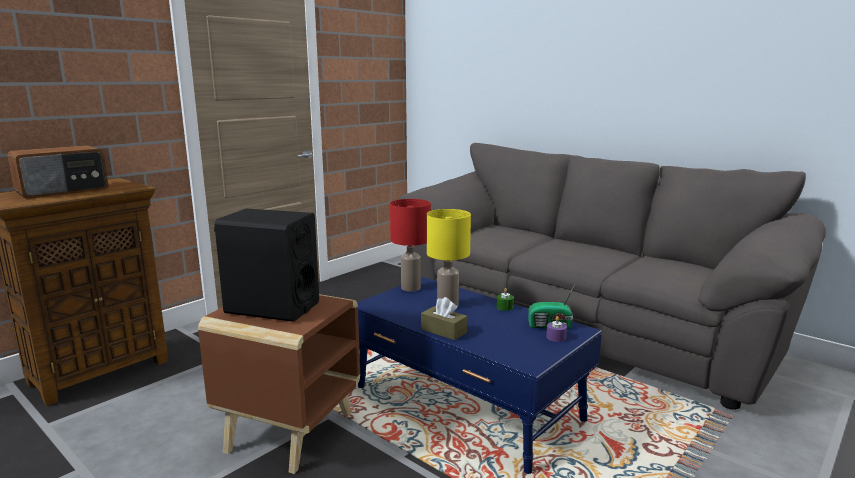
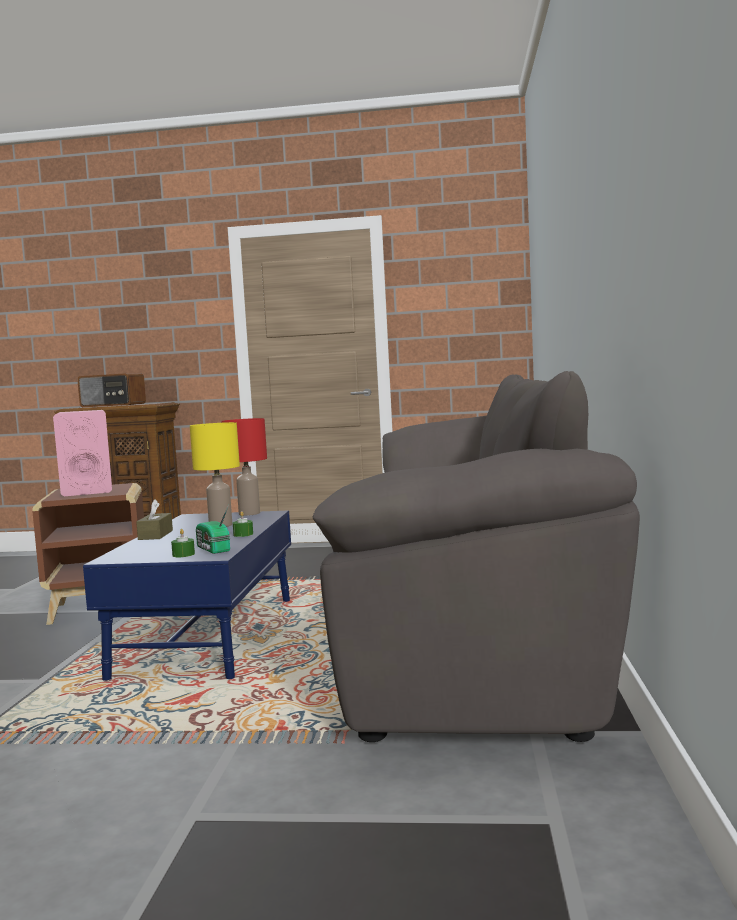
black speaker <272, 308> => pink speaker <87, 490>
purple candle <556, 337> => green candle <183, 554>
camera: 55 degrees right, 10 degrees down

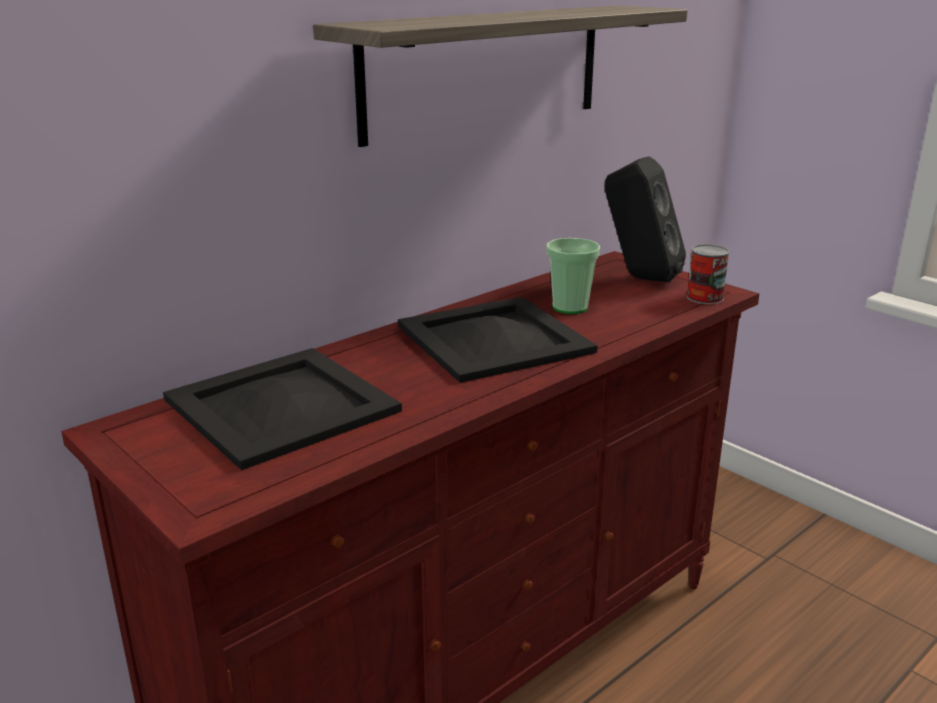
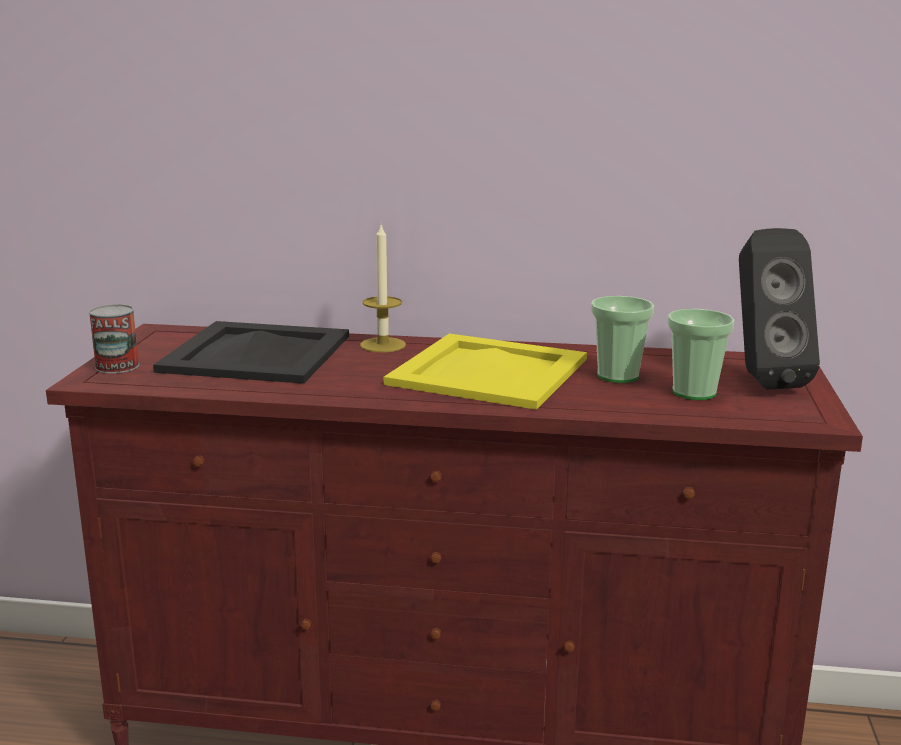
shelf <486, 70> => nothing
nothing => candle <383, 345>
nothing => cup <694, 392>
can <704, 297> => can <117, 366>, moved
black tray <493, 339> => yellow tray <486, 372>
camera: 50 degrees right, 5 degrees down

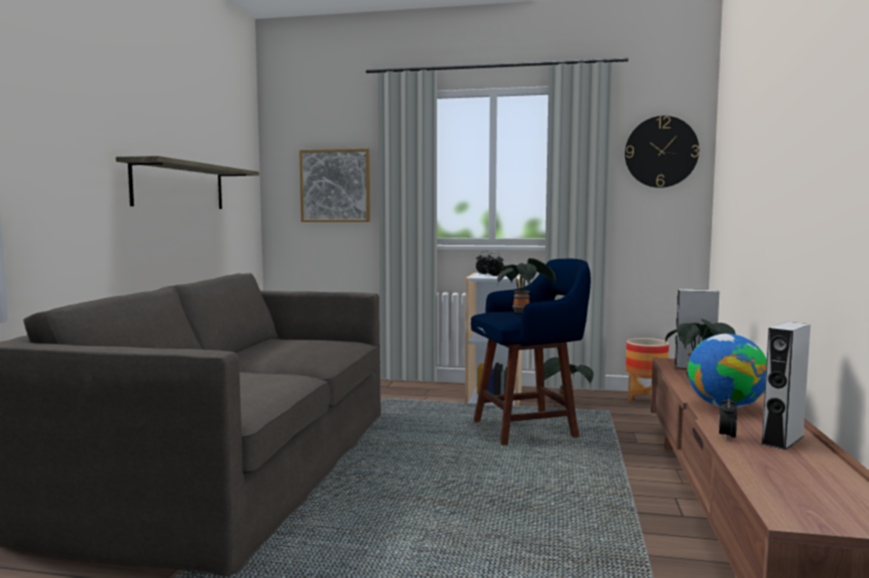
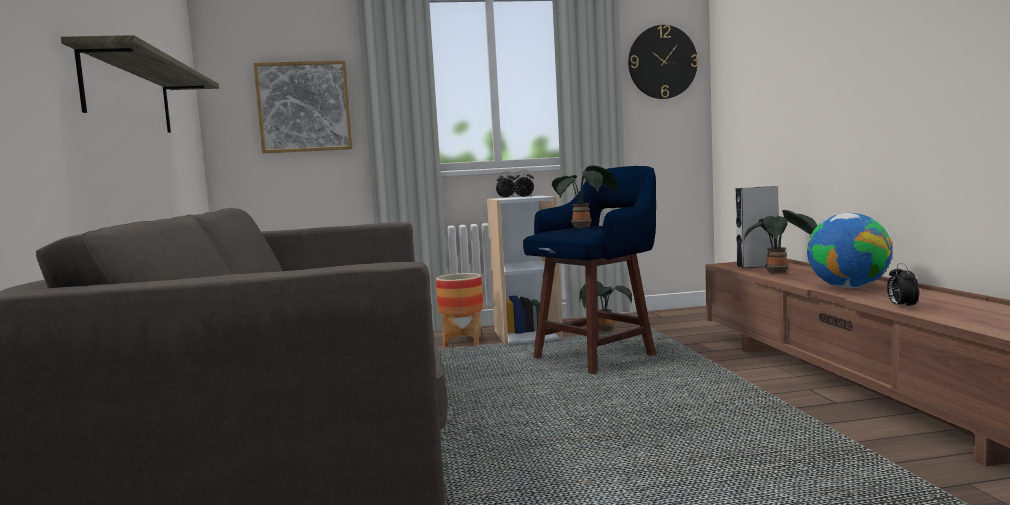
grey speaker <782, 440> => nothing
planter <645, 399> => planter <462, 341>, moved
camera: 20 degrees left, 0 degrees up

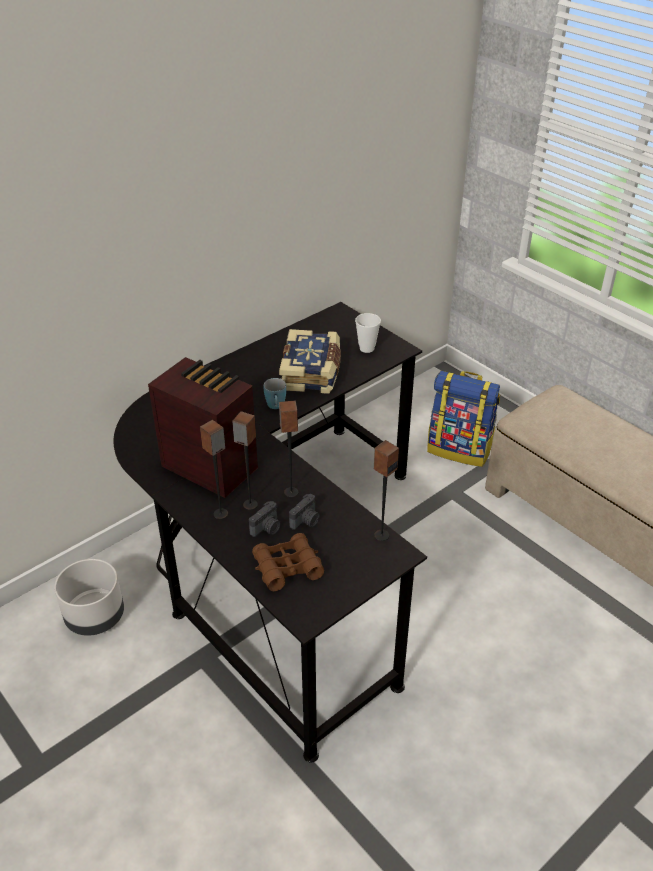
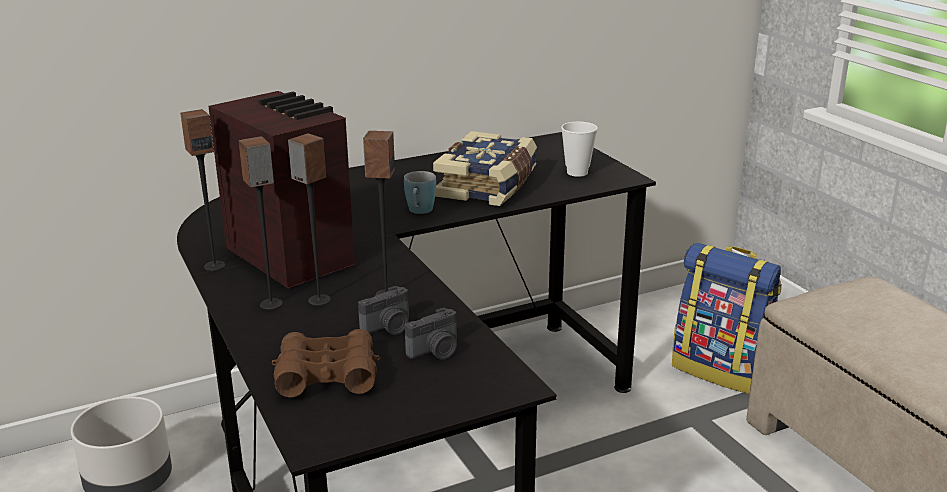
photo camera <267, 528> => photo camera <436, 351>, moved
speaker <381, 535> => speaker <214, 266>, moved
camera: 15 degrees right, 15 degrees down

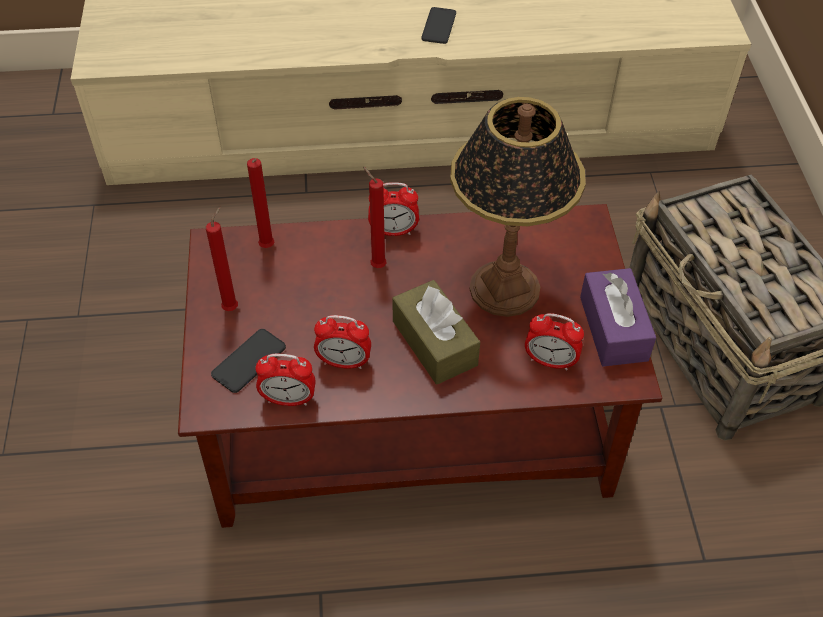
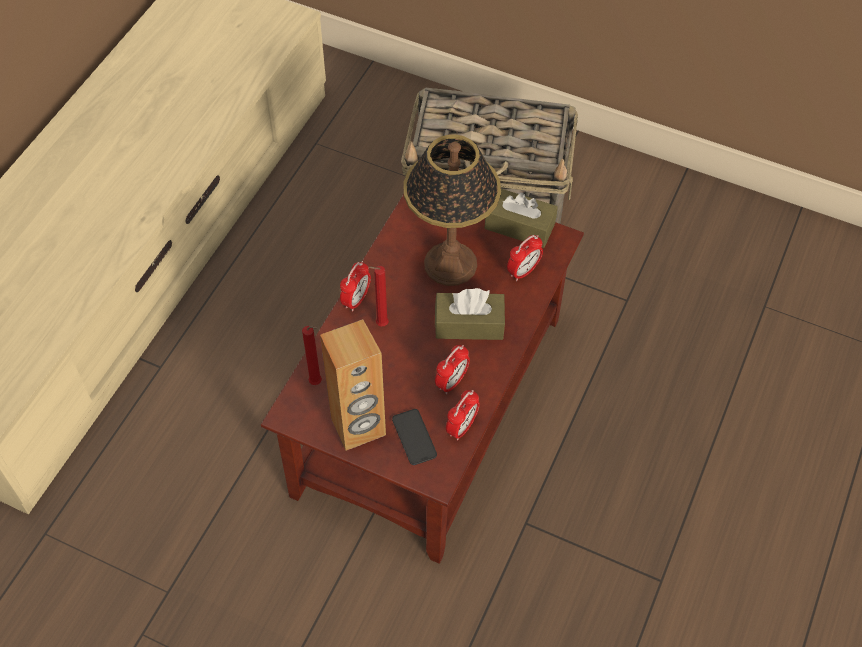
phone <438, 26> => nothing
red candle <232, 307> => brown speaker <358, 427>
purple tissue box <613, 328> => brown tissue box <519, 226>
camera: 60 degrees left, 5 degrees up

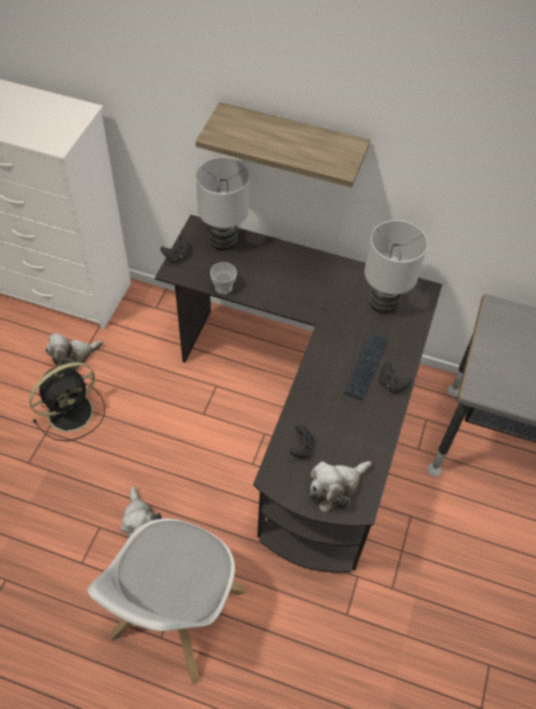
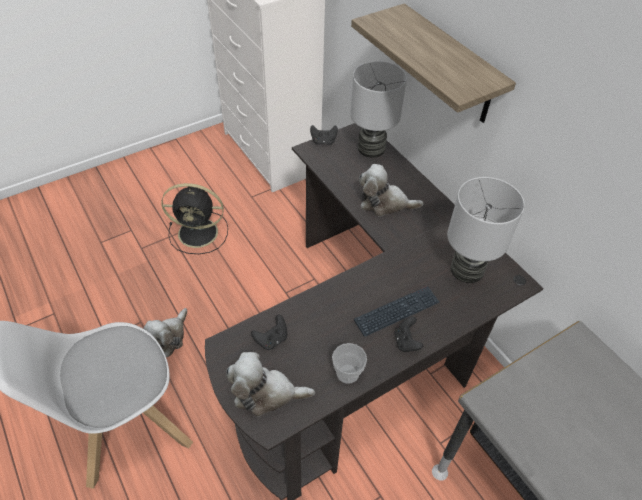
plush toy <73, 357> => plush toy <384, 203>, moved
cup <223, 287> => cup <347, 373>, moved
camera: 40 degrees right, 5 degrees down

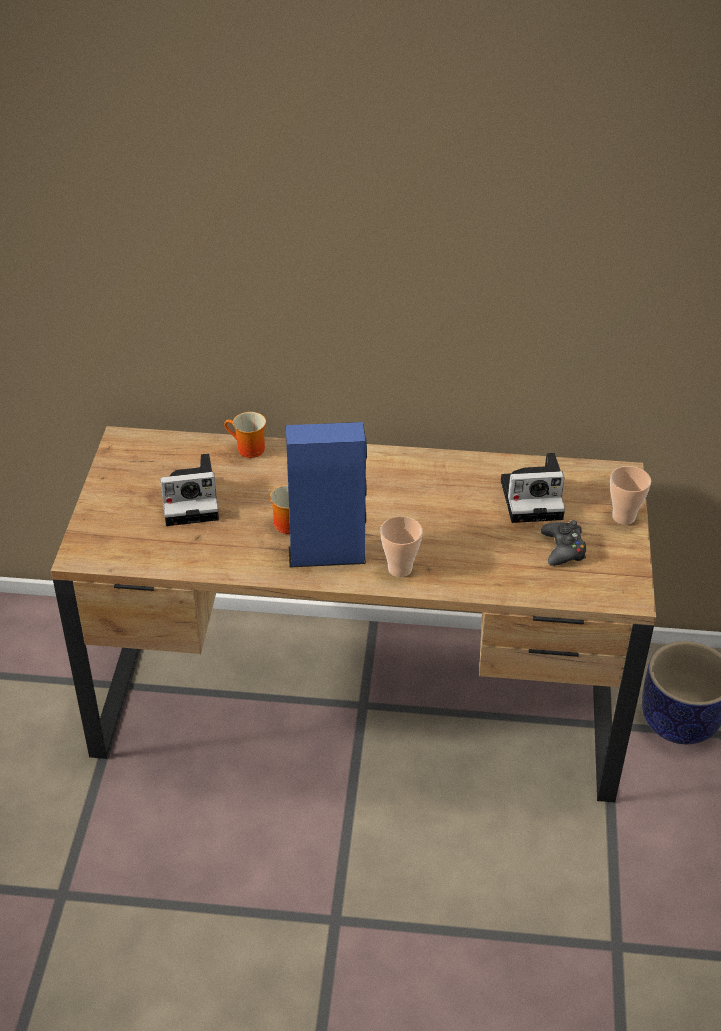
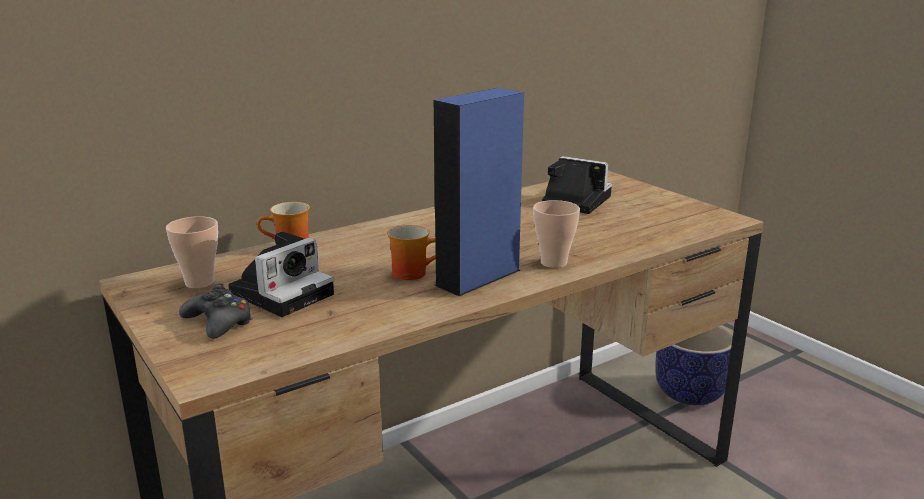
black game controller <563, 549> => black game controller <218, 322>, moved
cup <623, 517> => cup <199, 283>, moved
photo camera <534, 499> => photo camera <573, 201>, 105 degrees counterclockwise
camera: 40 degrees left, 20 degrees down

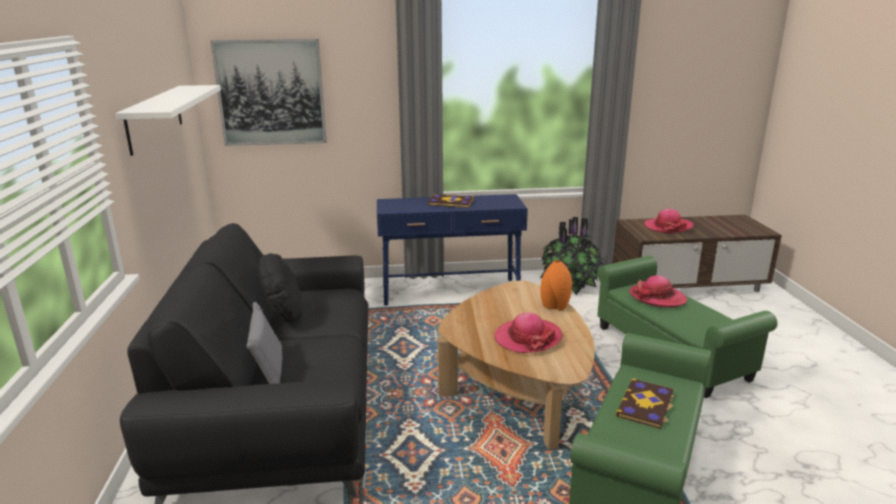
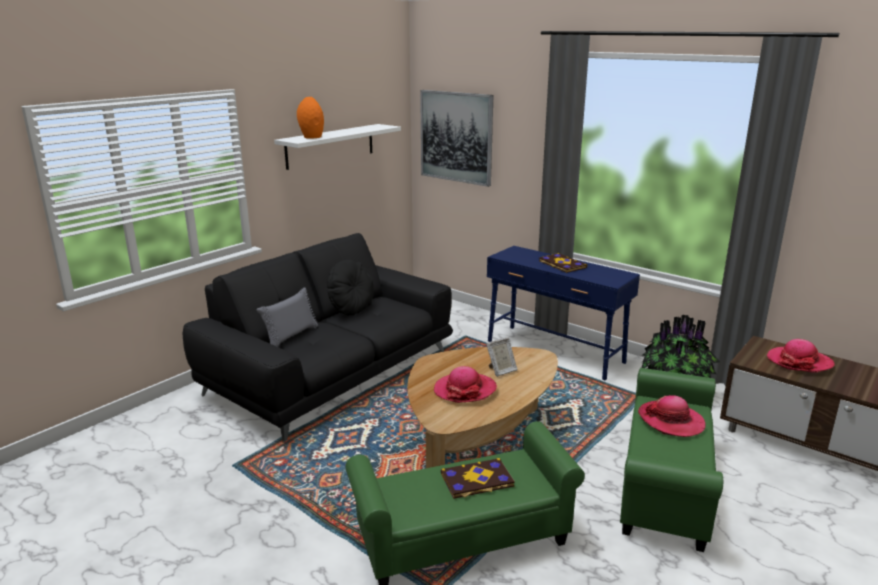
nothing => picture frame <501, 371>
orange vase <555, 306> => orange vase <312, 137>, moved
camera: 45 degrees right, 0 degrees up

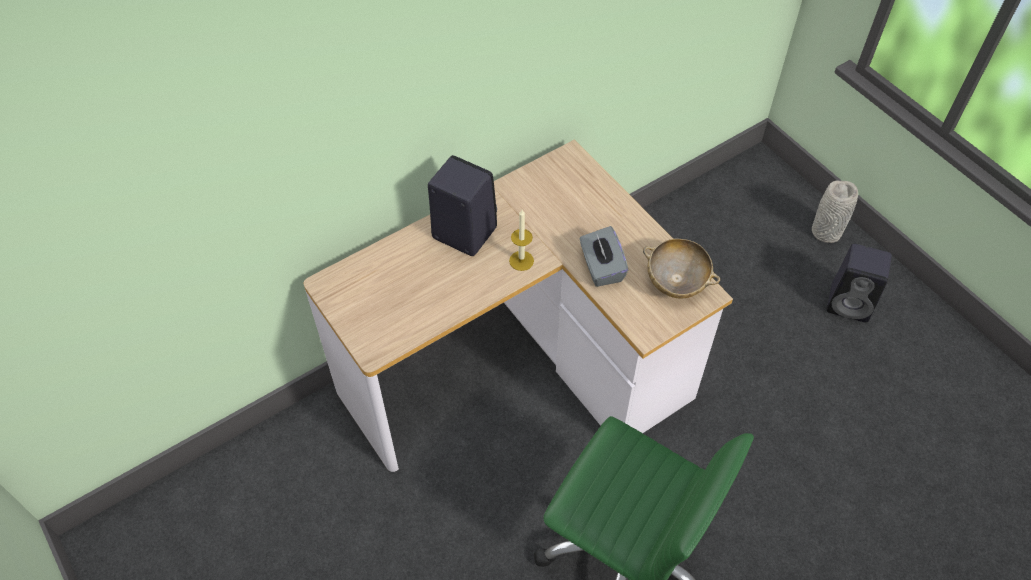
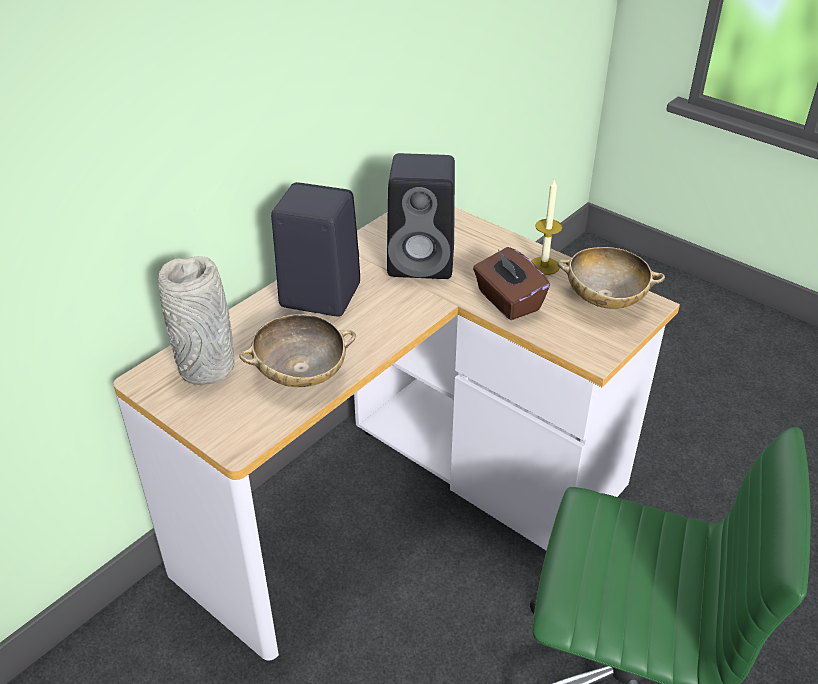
nothing => beige bowl <301, 373>
candle <521, 260> => candle <544, 266>, moved
grey vase <826, 231> => grey vase <208, 367>, moved
black speaker <851, 303> => black speaker <423, 262>, moved
grey tissue box <601, 268> => brown tissue box <508, 301>
camera: 15 degrees left, 15 degrees down

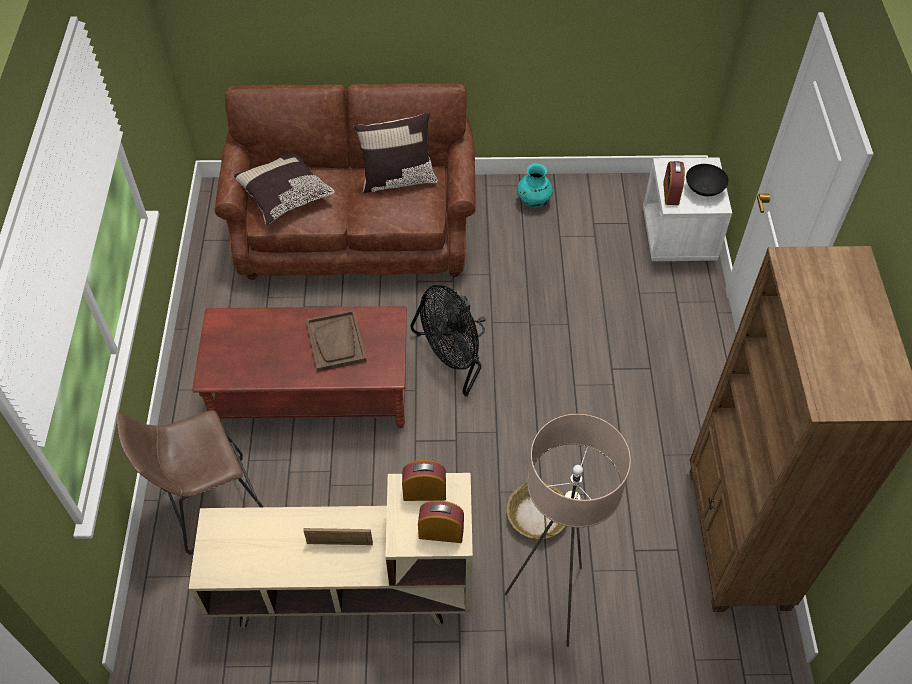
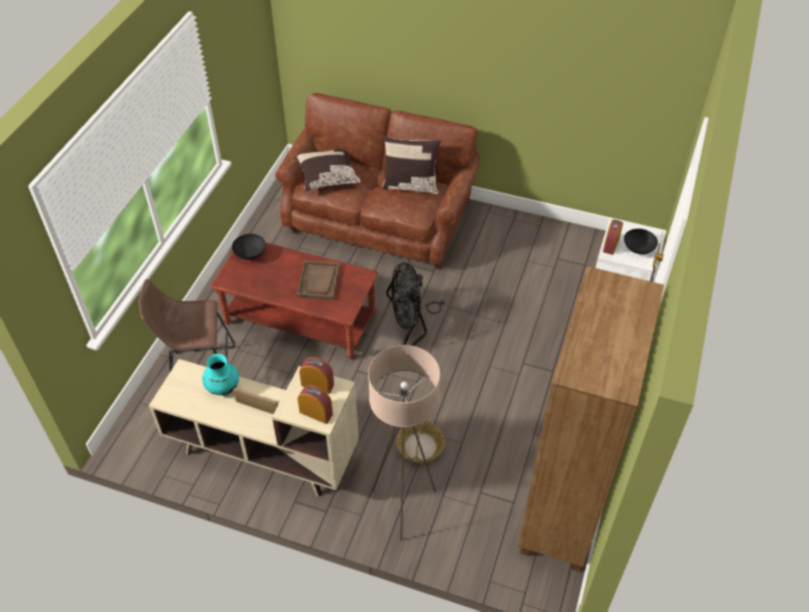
nothing => black bowl <250, 254>
turquoise vase <533, 201> => turquoise vase <222, 388>, moved
camera: 20 degrees right, 5 degrees down

